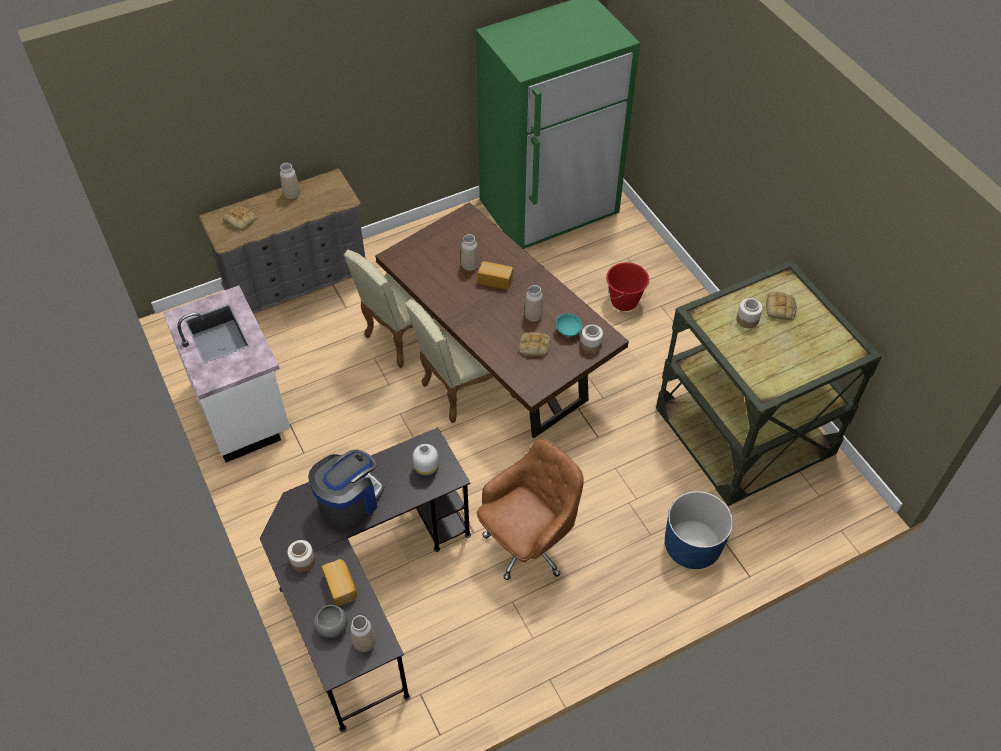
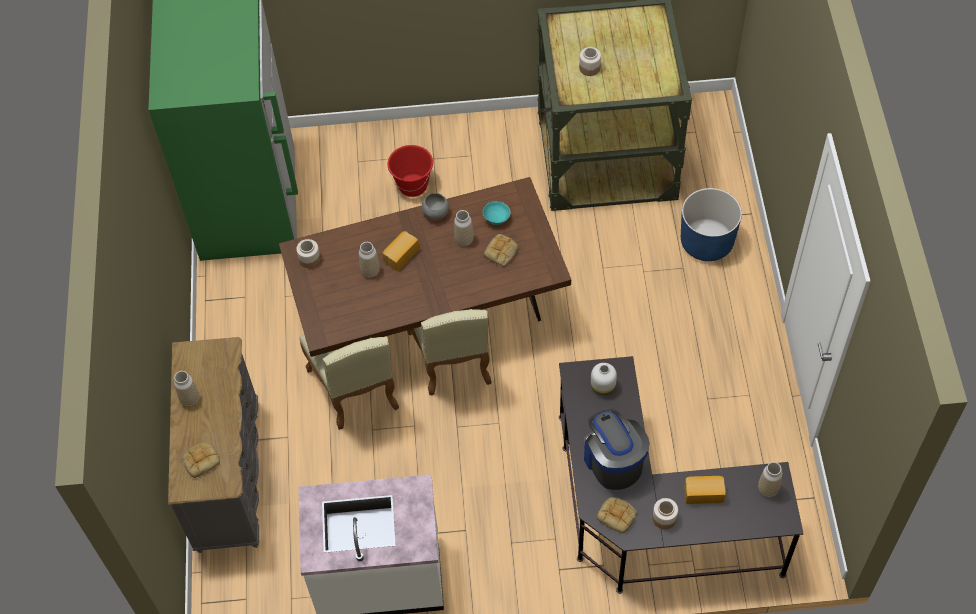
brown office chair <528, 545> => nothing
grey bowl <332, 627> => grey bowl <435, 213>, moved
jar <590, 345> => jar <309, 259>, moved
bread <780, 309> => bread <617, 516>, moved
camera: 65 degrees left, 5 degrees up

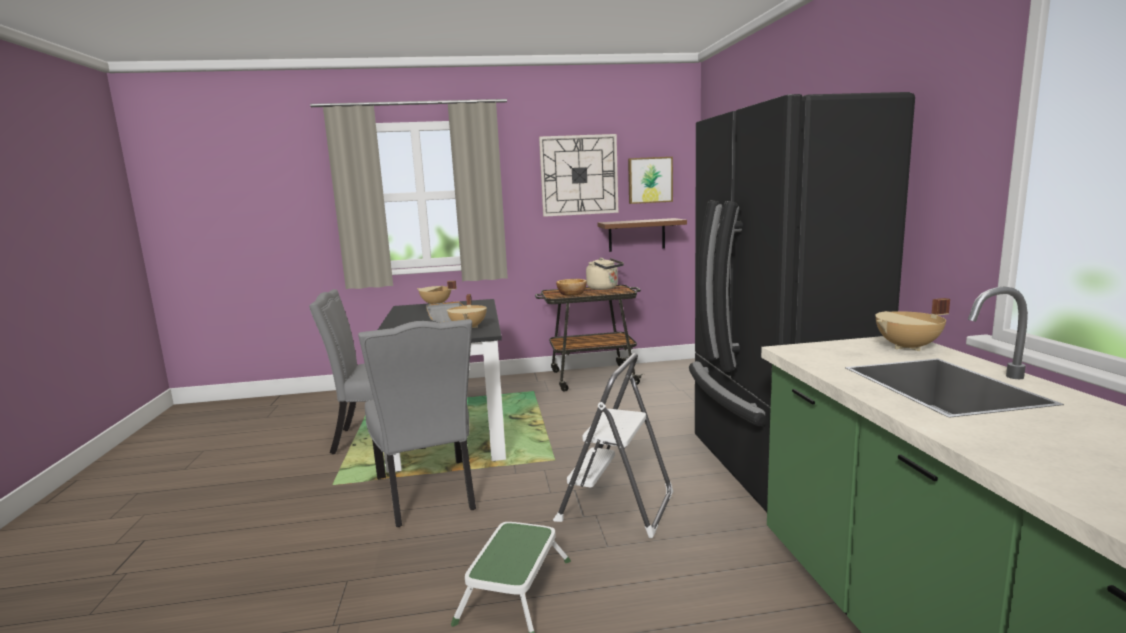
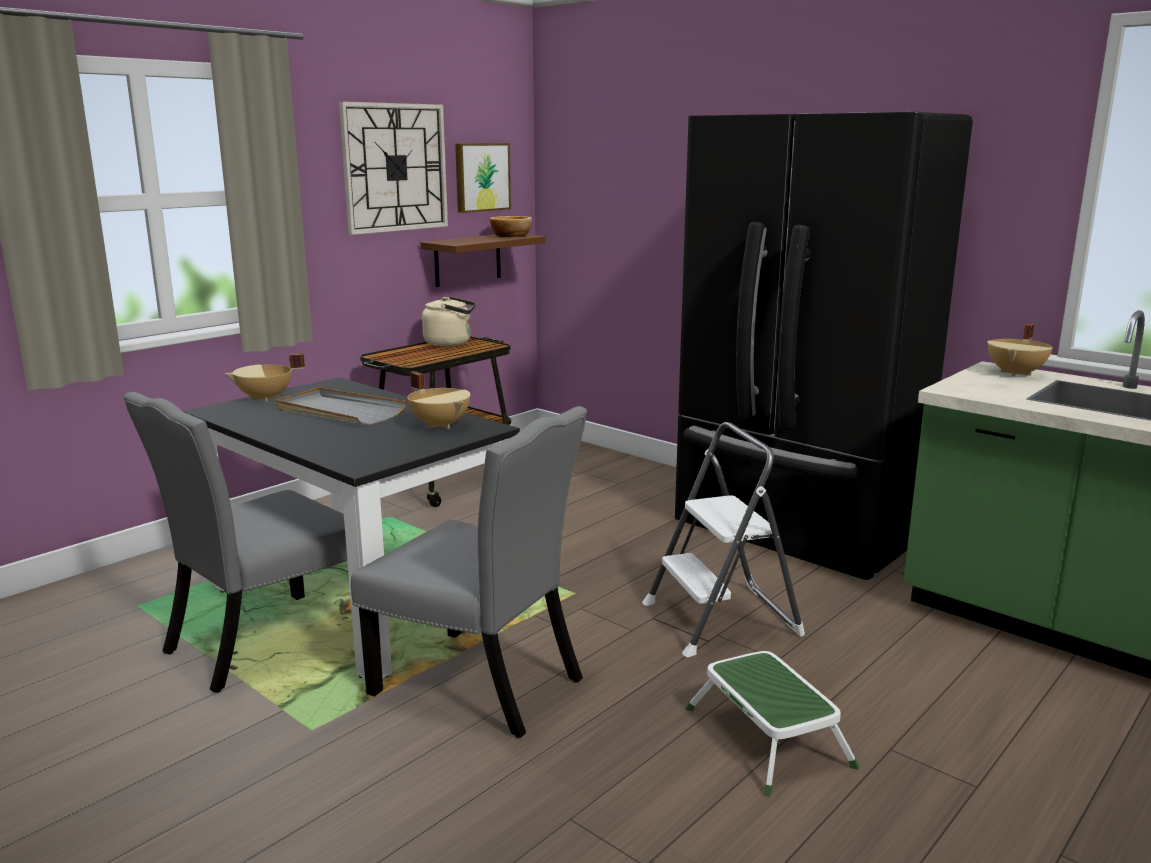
bowl <572, 294> => bowl <511, 236>, moved
camera: 40 degrees left, 5 degrees up

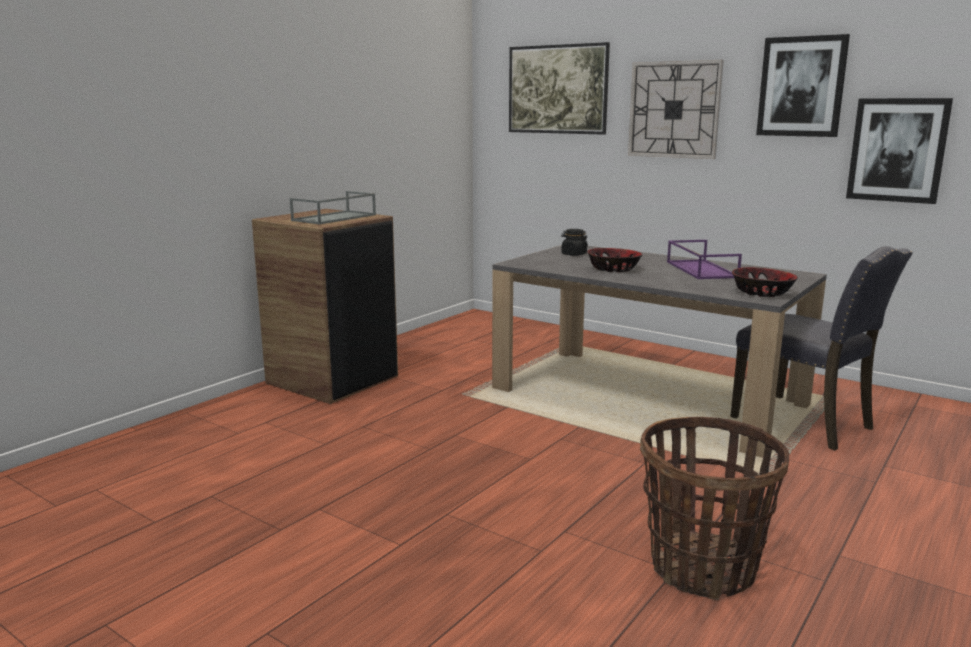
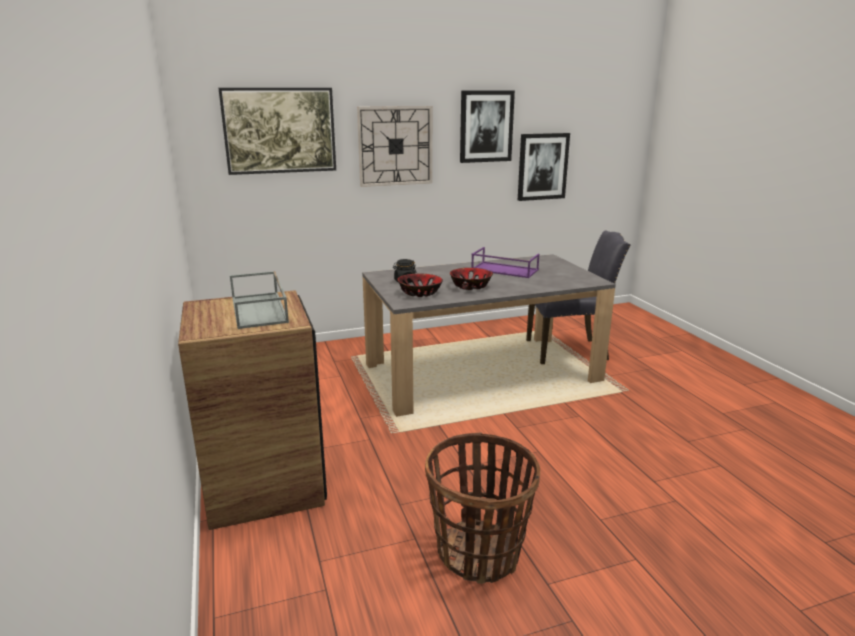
basket <703, 568> => basket <479, 553>, moved
bowl <762, 293> => bowl <420, 293>, moved
camera: 55 degrees left, 5 degrees up

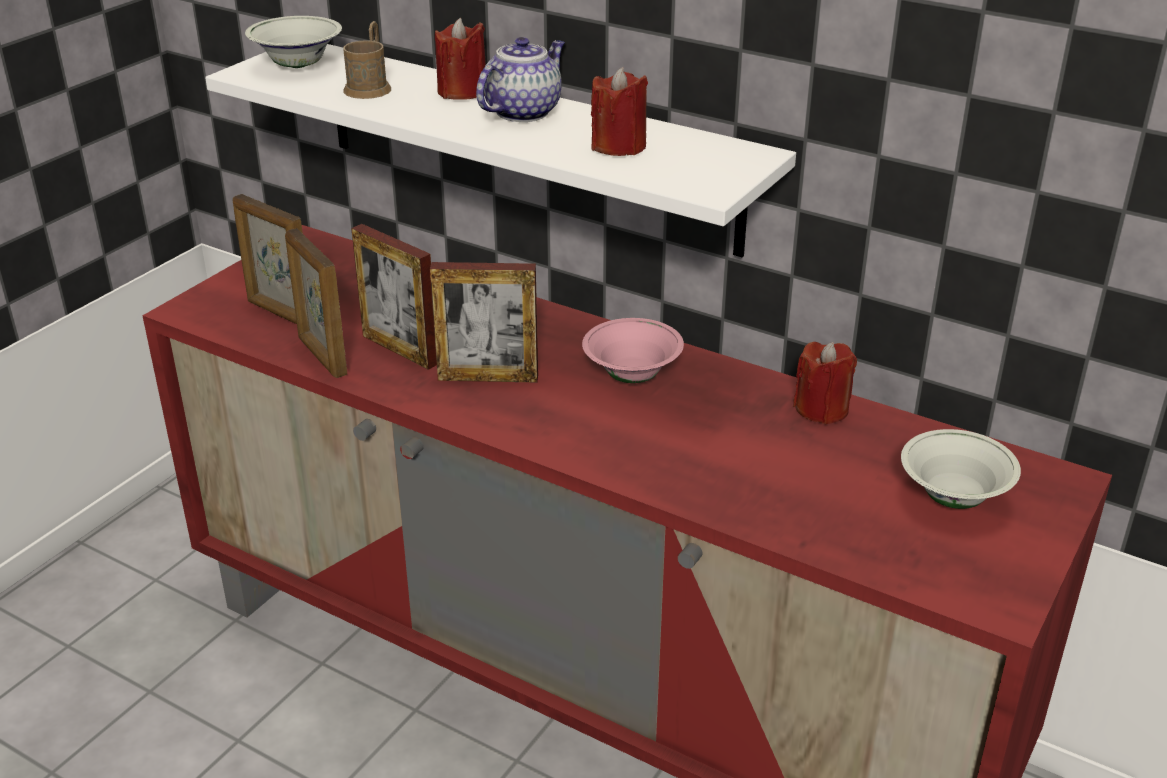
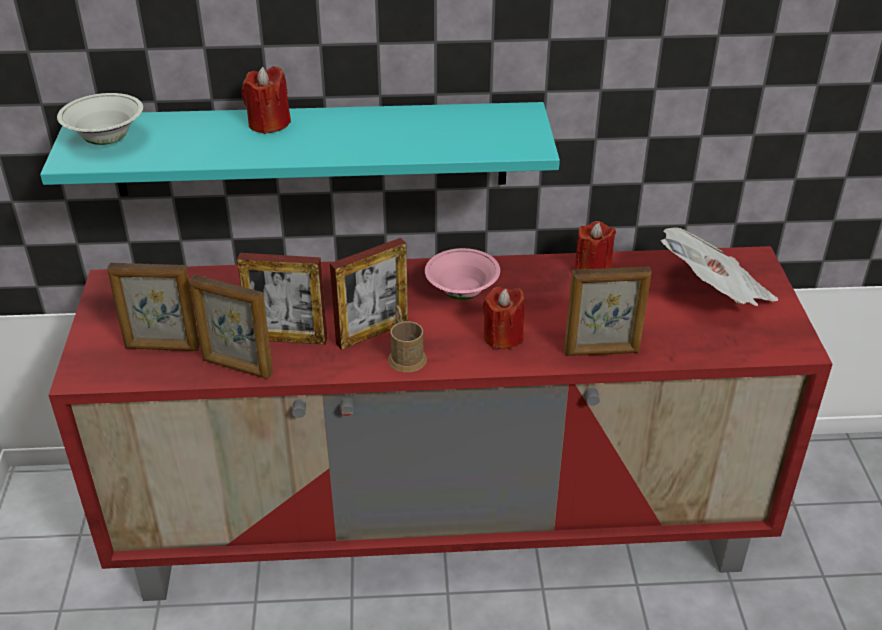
teapot <523, 112> => nothing
nothing => picture frame <602, 352>
brown mug <370, 87> => brown mug <405, 355>, moved
red candle <618, 146> => red candle <503, 337>, moved
white bowl <954, 498> => newspaper <714, 294>
white shelf <525, 143> => turquoise shelf <311, 149>
camera: 35 degrees left, 5 degrees up

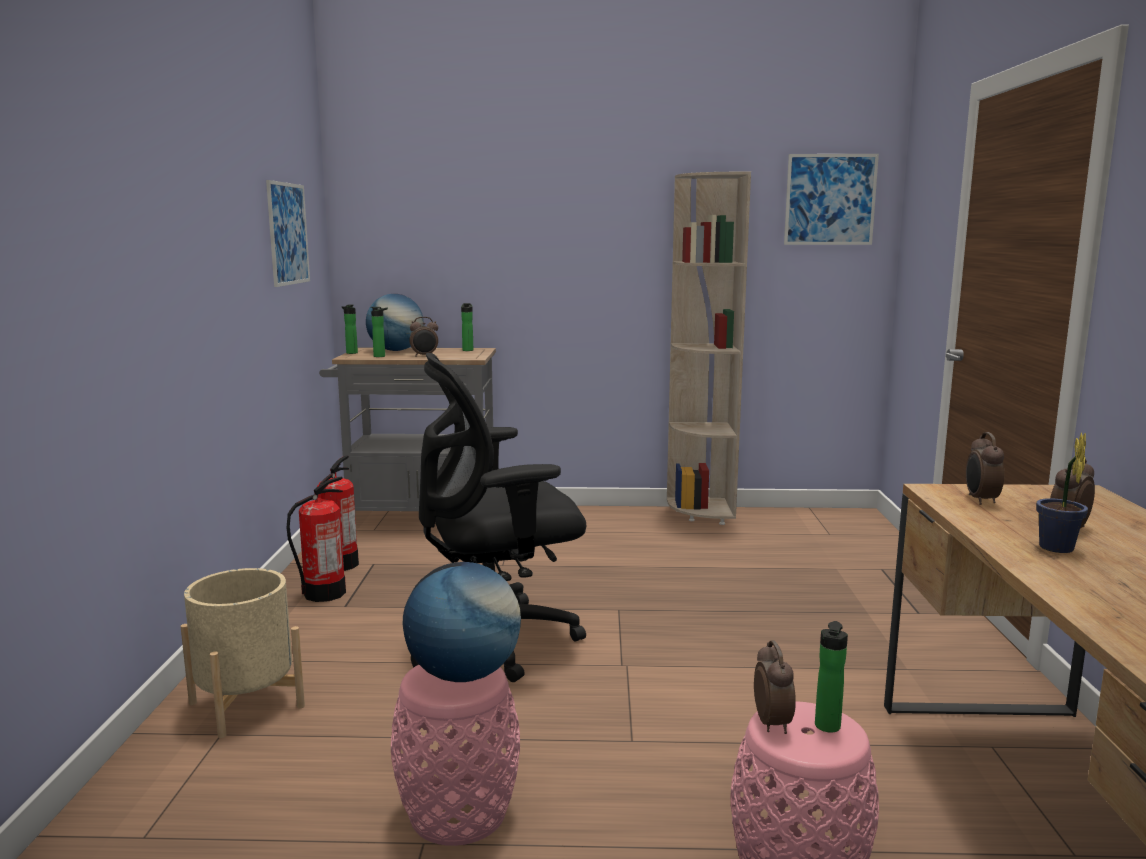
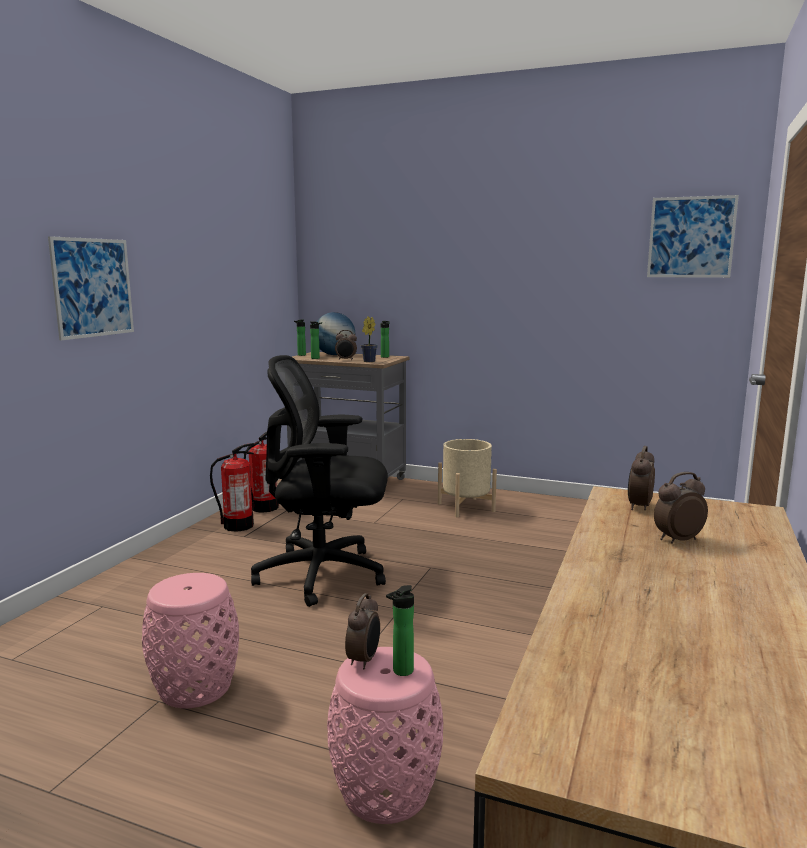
globe <463, 674> => nothing
beige bookcase <701, 516> => nothing
beige planter <246, 704> => beige planter <466, 507>, moved
picture <288, 234> => picture <93, 287>, moved
potted plant <1056, 549> => potted plant <368, 361>, moved
camera: 20 degrees right, 0 degrees up

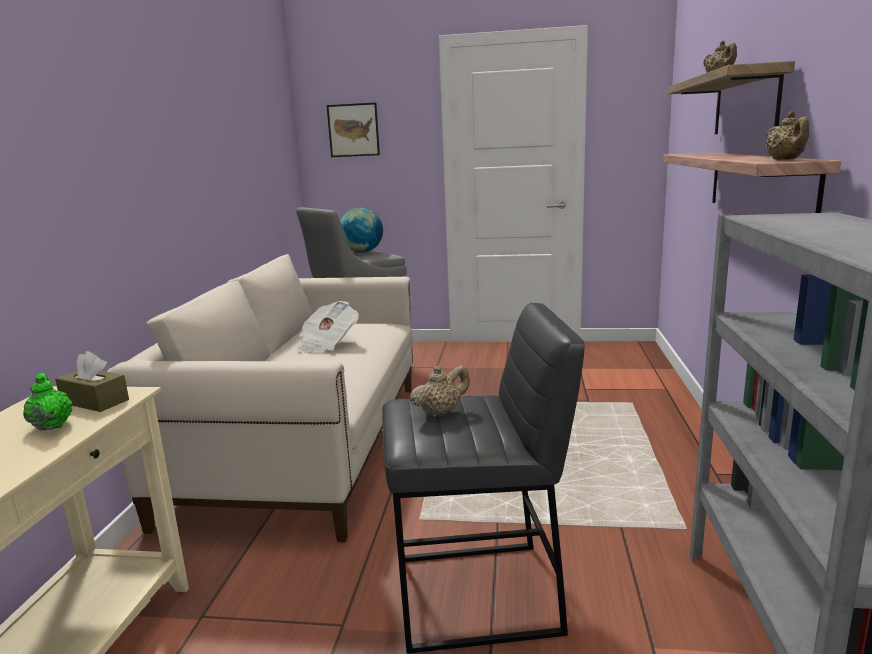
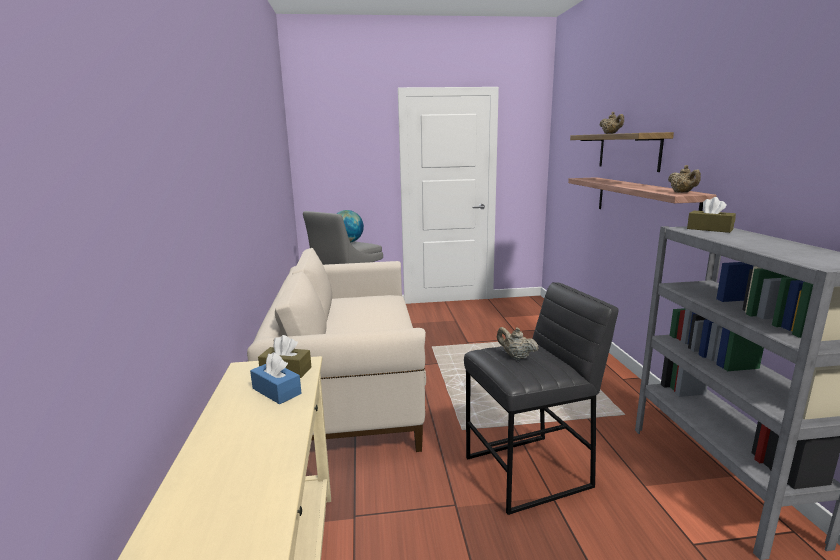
newspaper <326, 344> => nothing
picture <353, 130> => nothing
nothing => brown tissue box <709, 229>
green teapot <52, 425> => blue tissue box <276, 391>
beige teapot <441, 412> => beige teapot <515, 356>, 90 degrees counterclockwise
camera: 15 degrees left, 0 degrees up

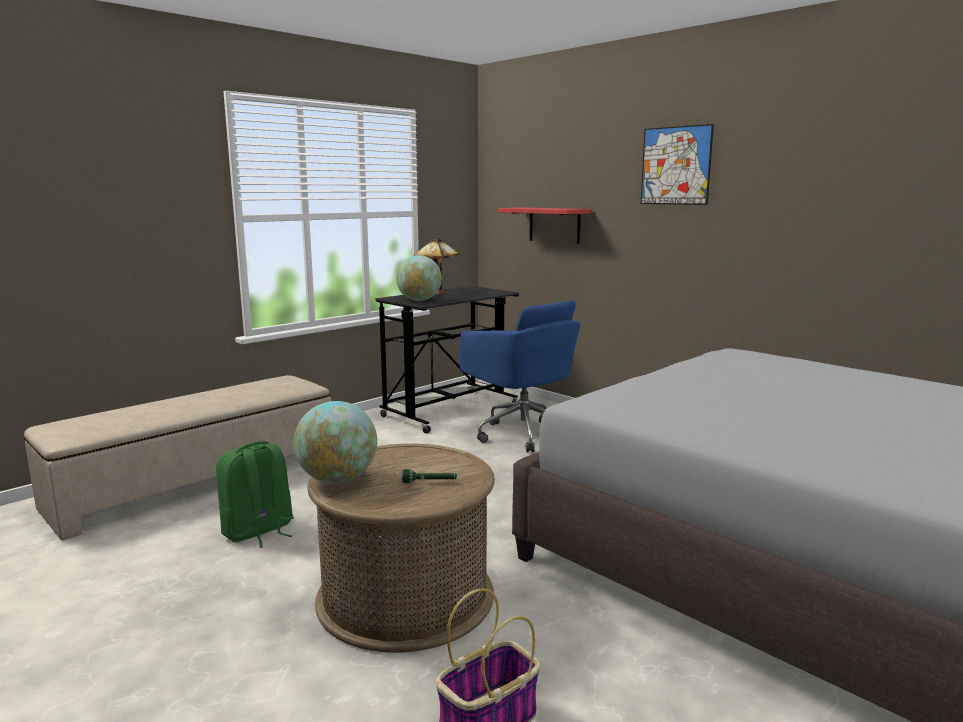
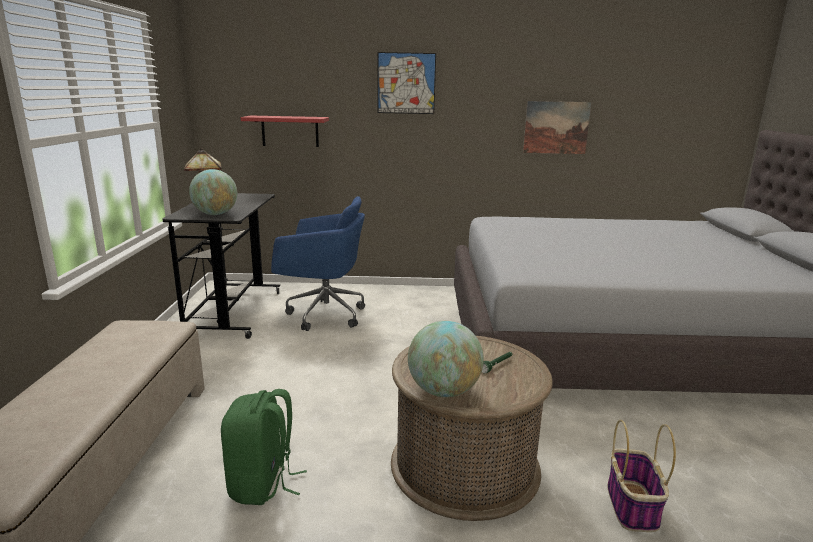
nothing => picture <556, 127>
camera: 45 degrees left, 5 degrees up

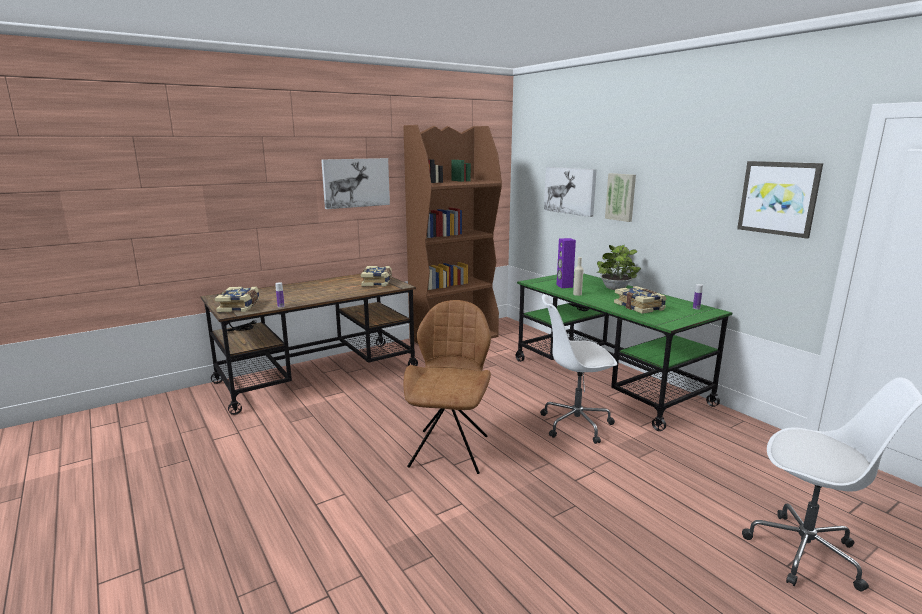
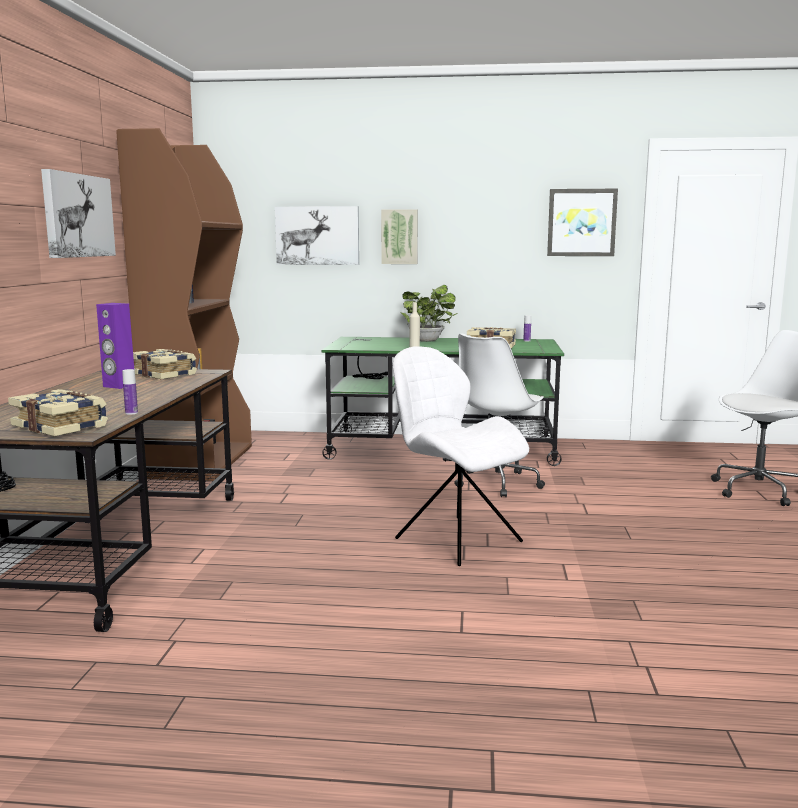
purple speaker <564, 286> => purple speaker <119, 386>, moved
brown chair <450, 449> => white chair <455, 539>
camera: 50 degrees left, 5 degrees down

